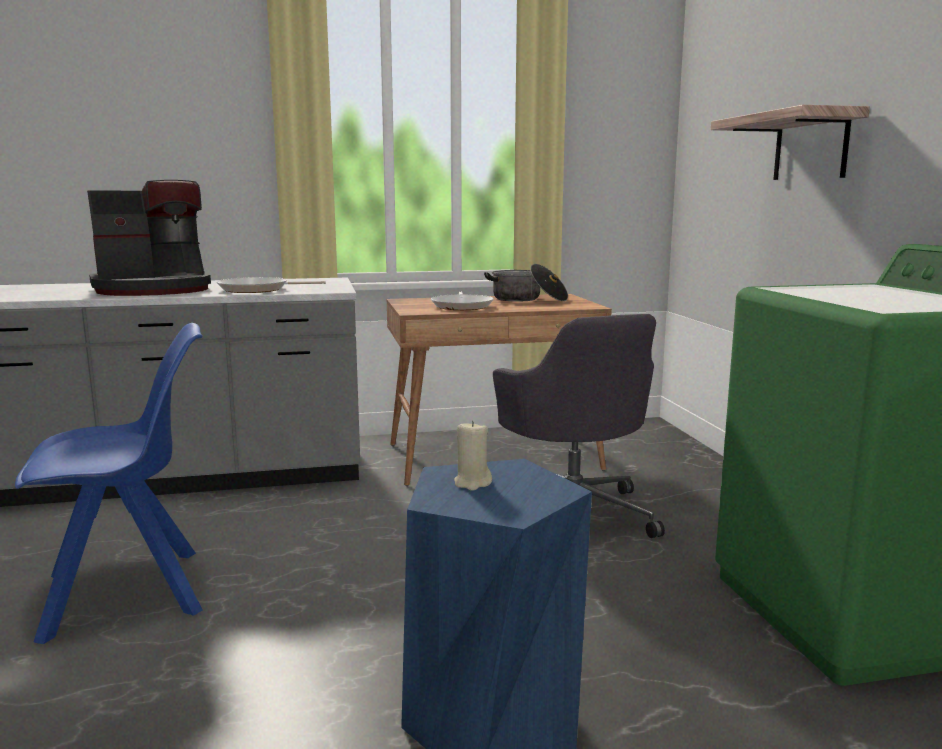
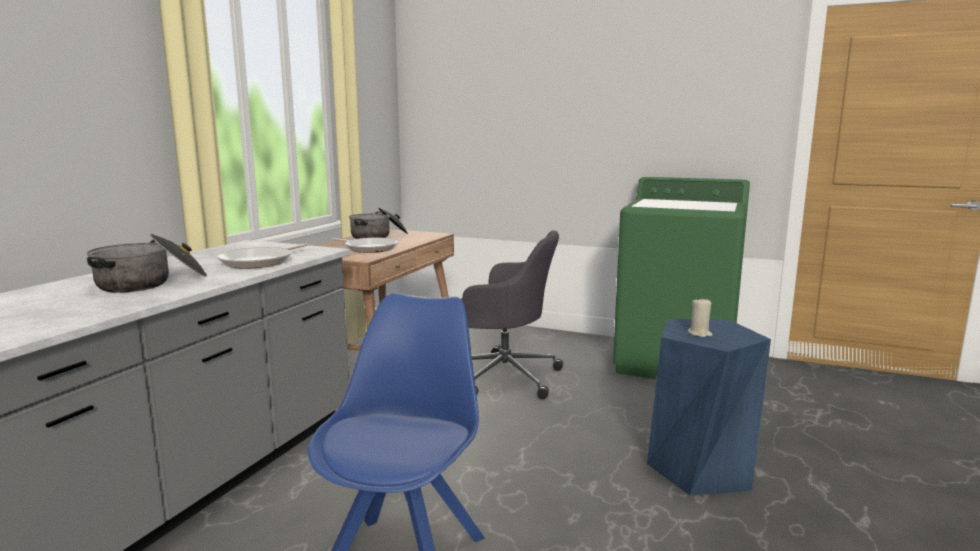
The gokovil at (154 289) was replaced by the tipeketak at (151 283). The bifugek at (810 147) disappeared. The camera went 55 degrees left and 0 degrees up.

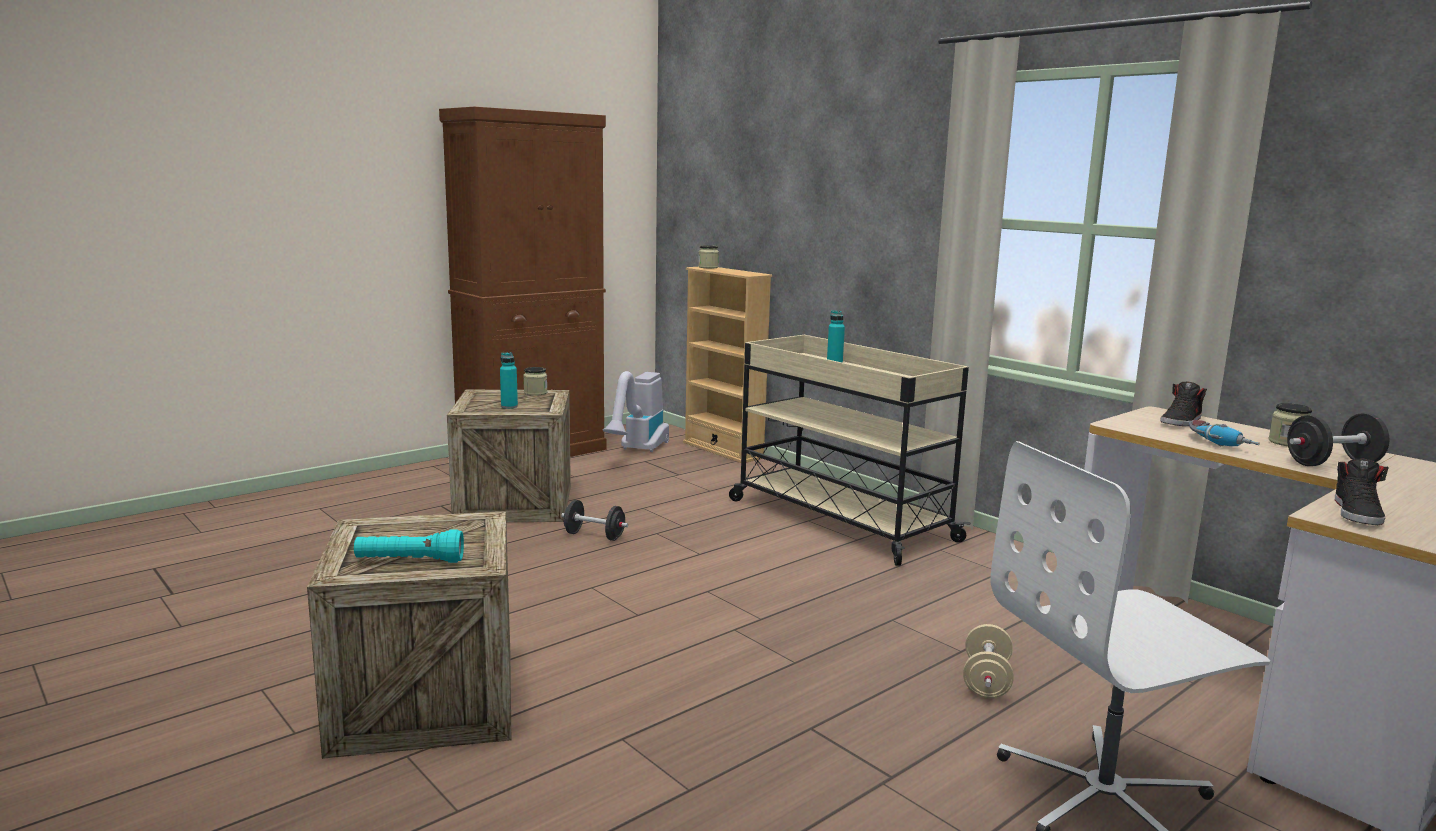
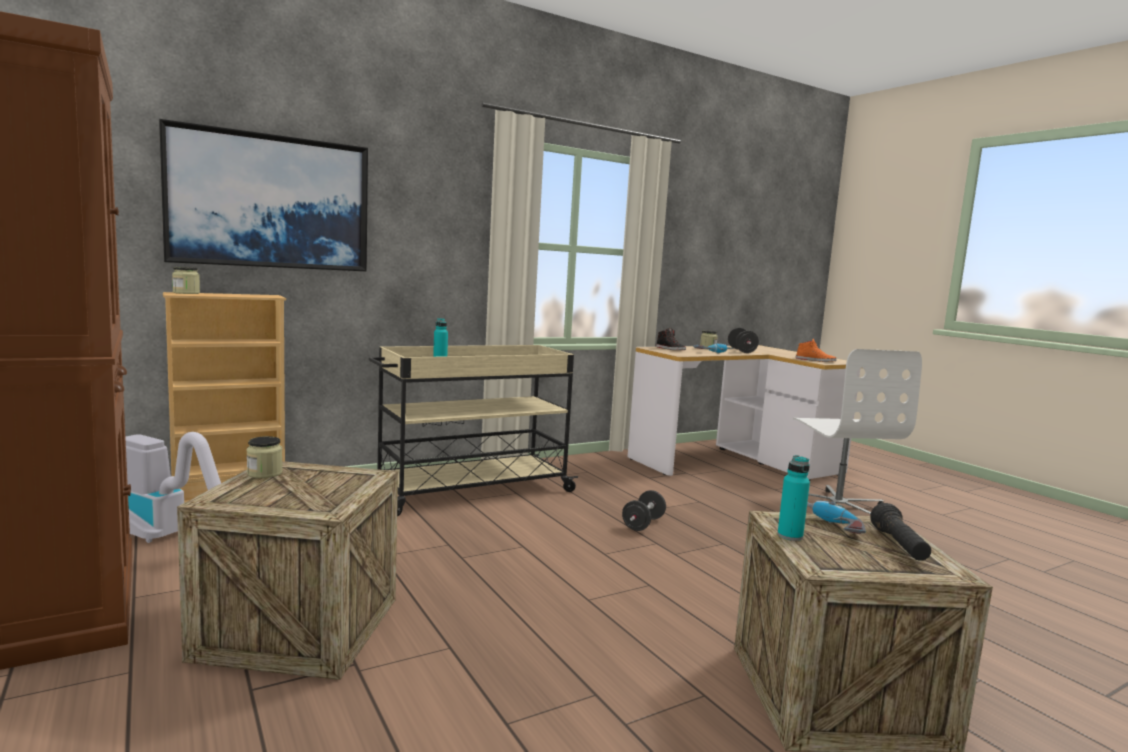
The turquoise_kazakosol at (410 561) became the black_kazakosol at (899 546). The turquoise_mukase moved from (509 406) to (790 536). The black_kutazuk moved from (594 536) to (643 524). The beige_kutazuk at (986 681) disappeared. The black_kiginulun at (1357 513) became the orange_kiginulun at (815 360). The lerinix at (270 202) appeared. The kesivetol at (830 526) appeared. The camera went 80 degrees left and 5 degrees down.

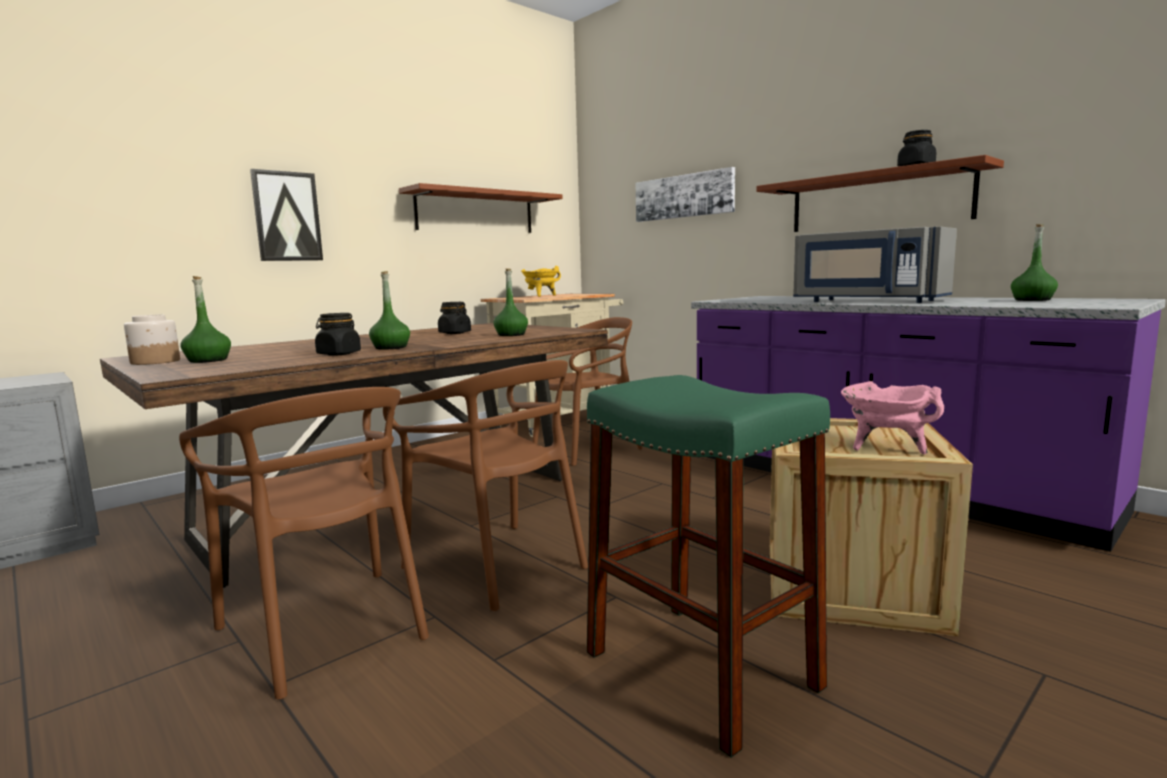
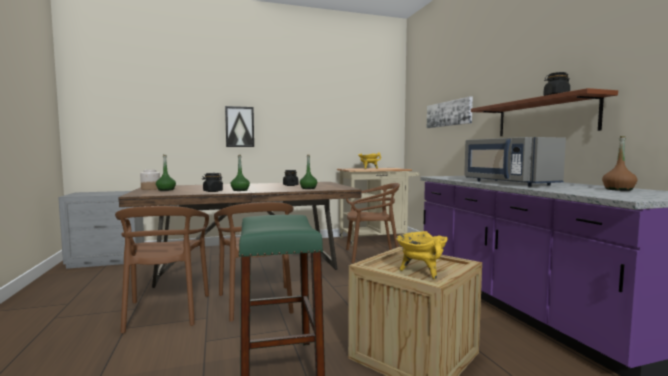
The brown_bifugek at (475 212) disappeared. The pink_tipeketak at (885 447) became the yellow_tipeketak at (421 272). The green_mukase at (1032 300) became the brown_mukase at (618 189). The camera went 25 degrees right and 5 degrees down.

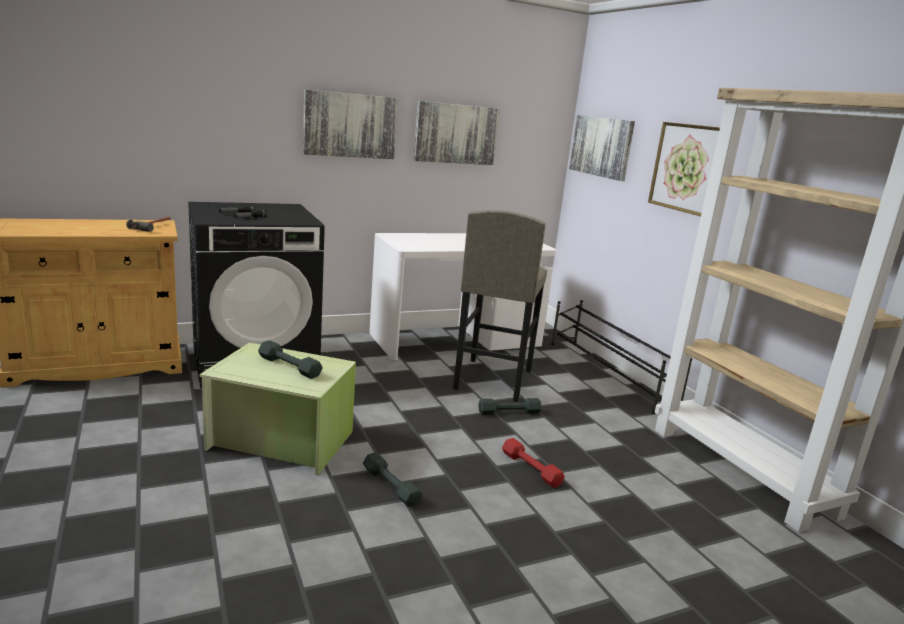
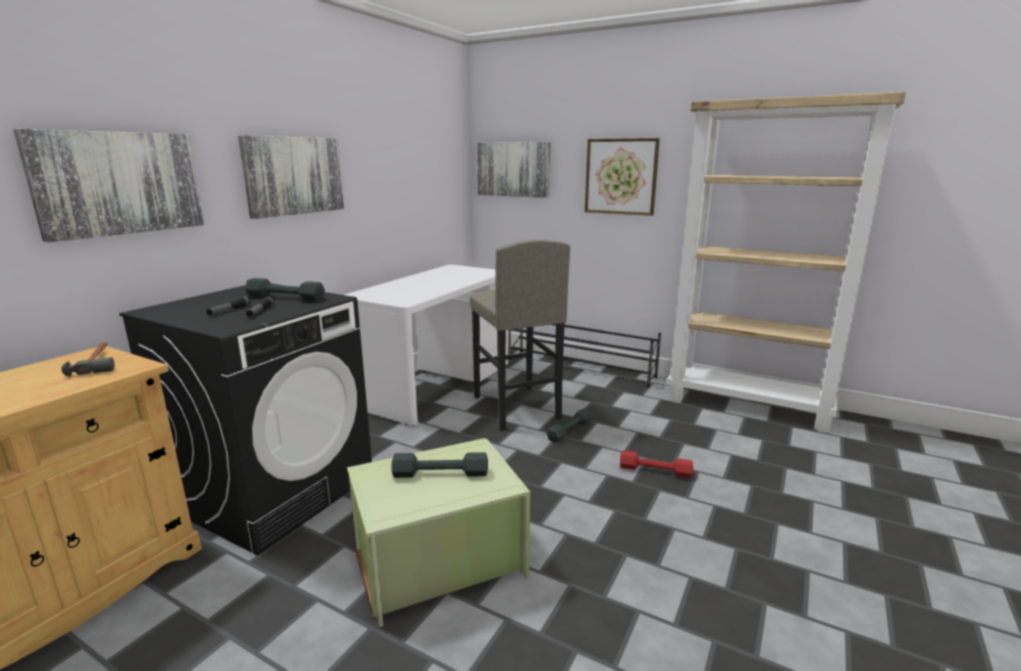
The grey_kutazuk moved from (391 486) to (286 297). The lerinix moved from (455 133) to (119 183). The camera went 35 degrees left and 0 degrees up.

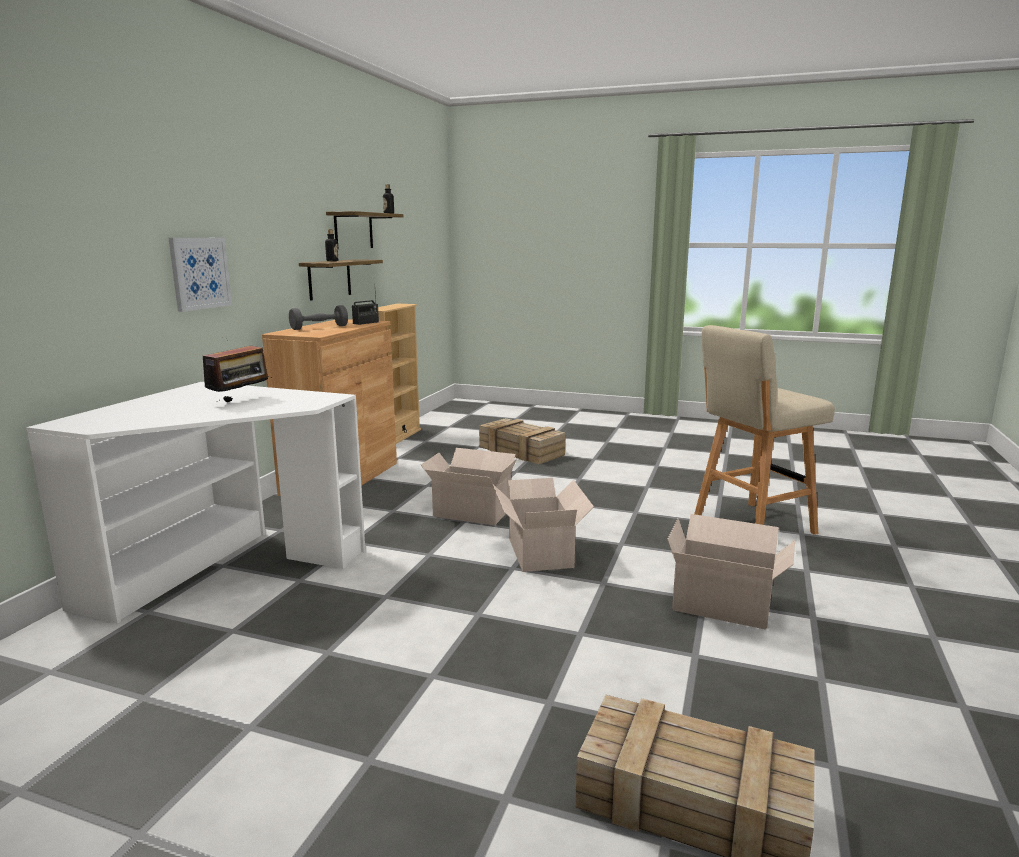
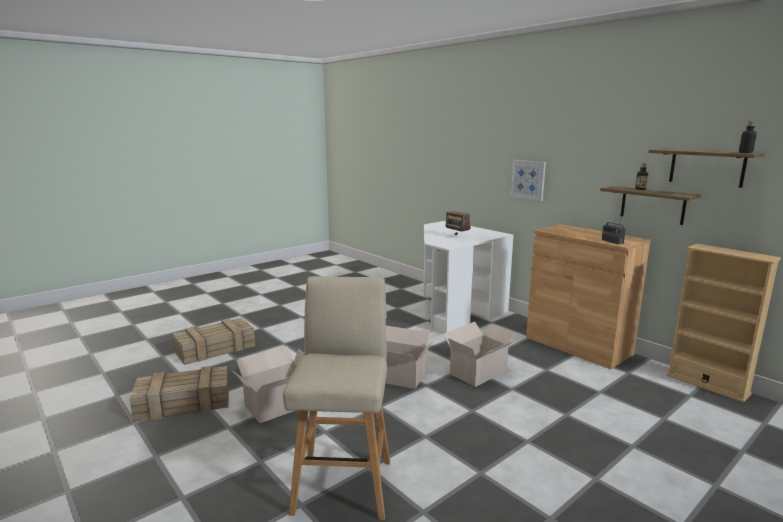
The grey_kutazuk at (319 327) disappeared. The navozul moved from (522 451) to (182 403). The camera went 120 degrees right and 0 degrees up.

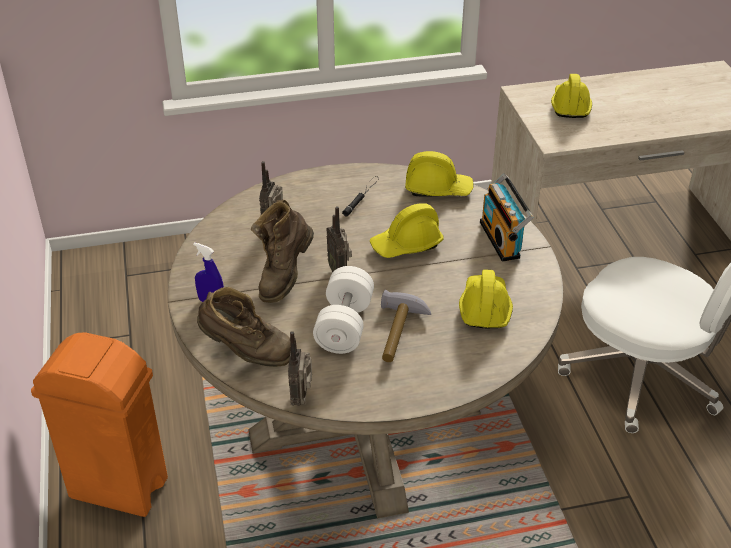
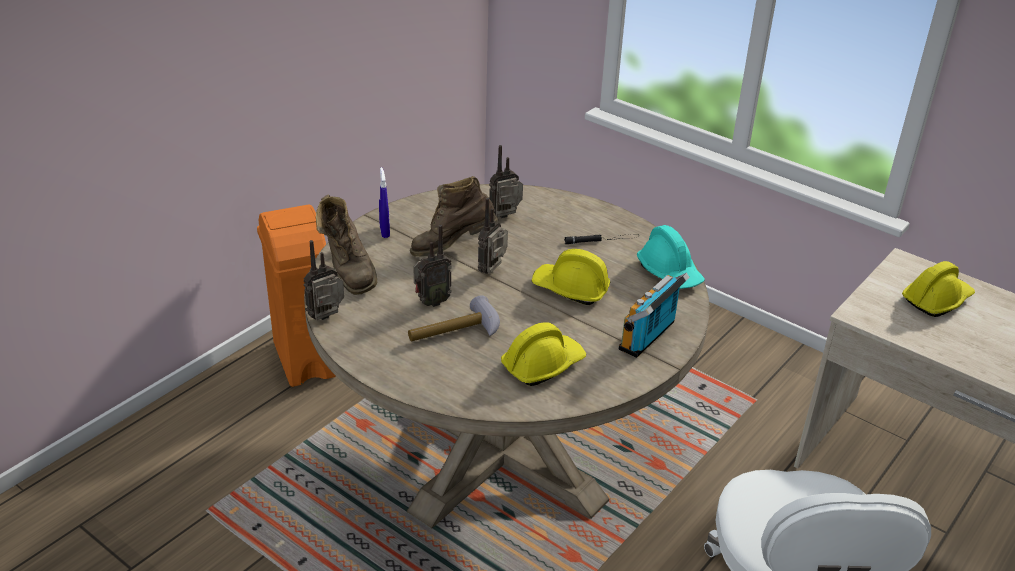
The white_kutazuk at (344 326) was replaced by the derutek at (431 302). The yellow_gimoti at (438 189) became the turquoise_gimoti at (669 273). The camera went 50 degrees right and 5 degrees down.

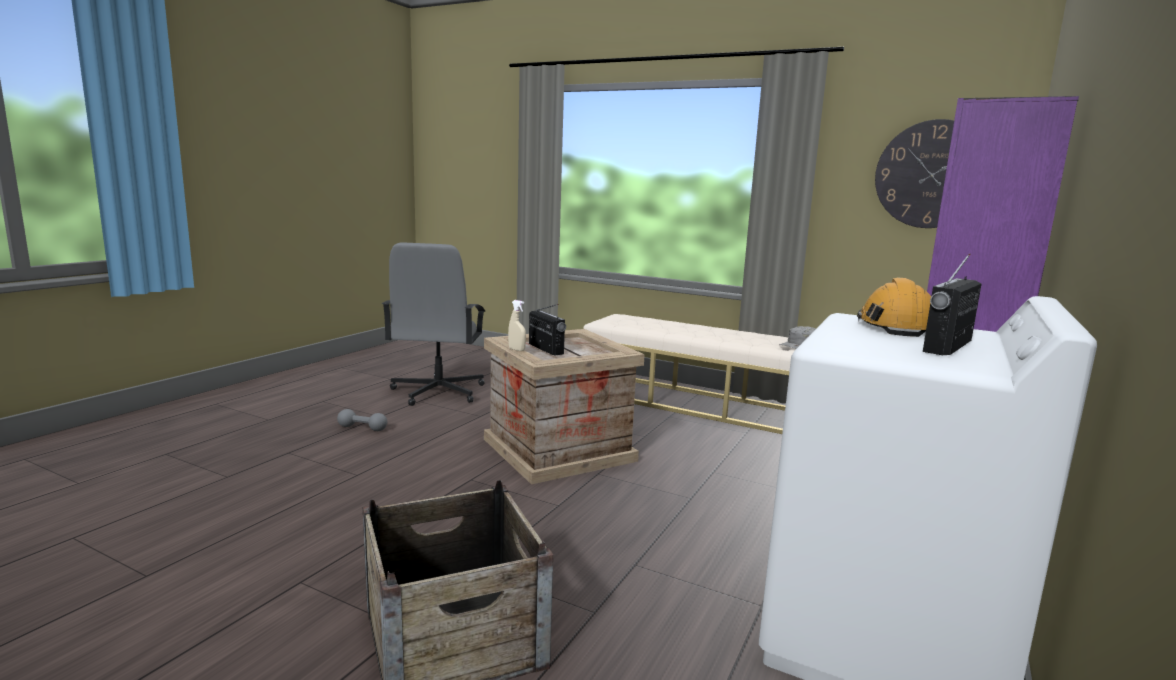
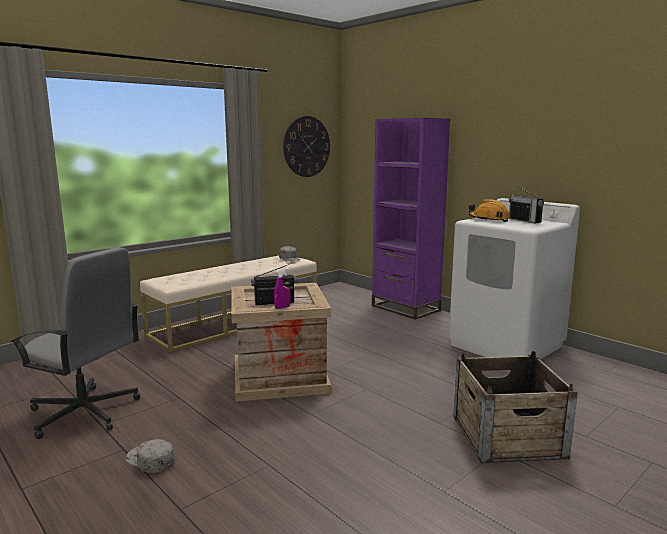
The grey_kutazuk at (362 428) was replaced by the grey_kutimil at (150 460). The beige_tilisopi at (516 350) became the purple_tilisopi at (282 307). The camera went 70 degrees left and 0 degrees up.

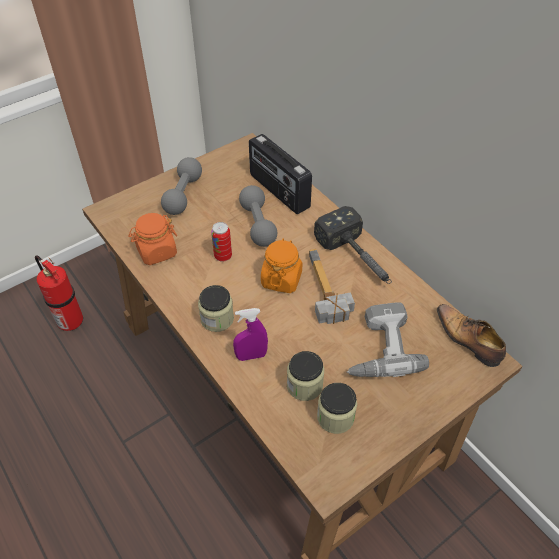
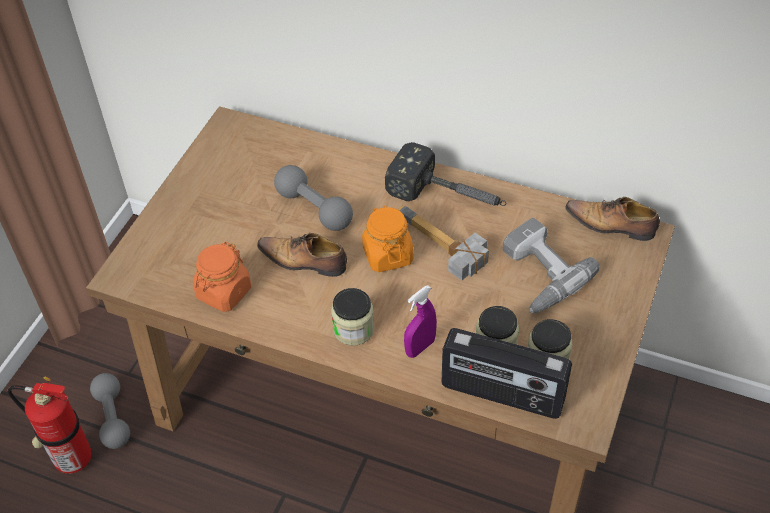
The grey_kutazuk moved from (183 195) to (113 418). The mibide at (223 256) was replaced by the kiginulun at (304 261). The derutek moved from (278 191) to (502 394). The camera went 30 degrees left and 0 degrees up.

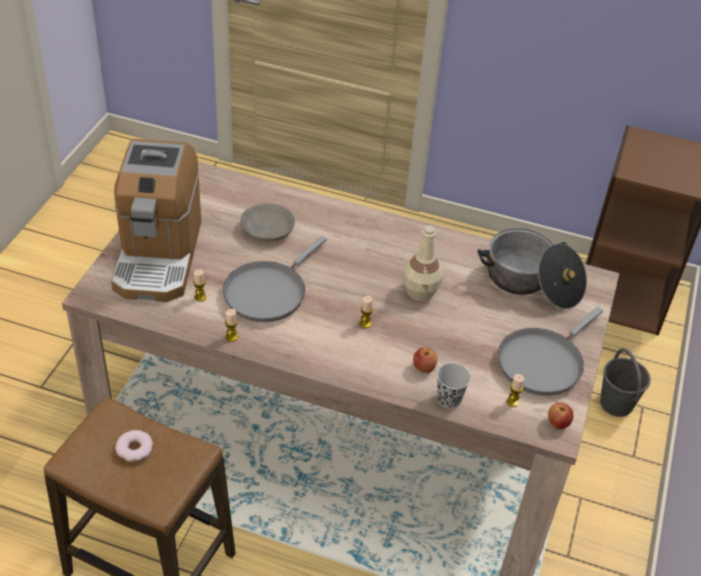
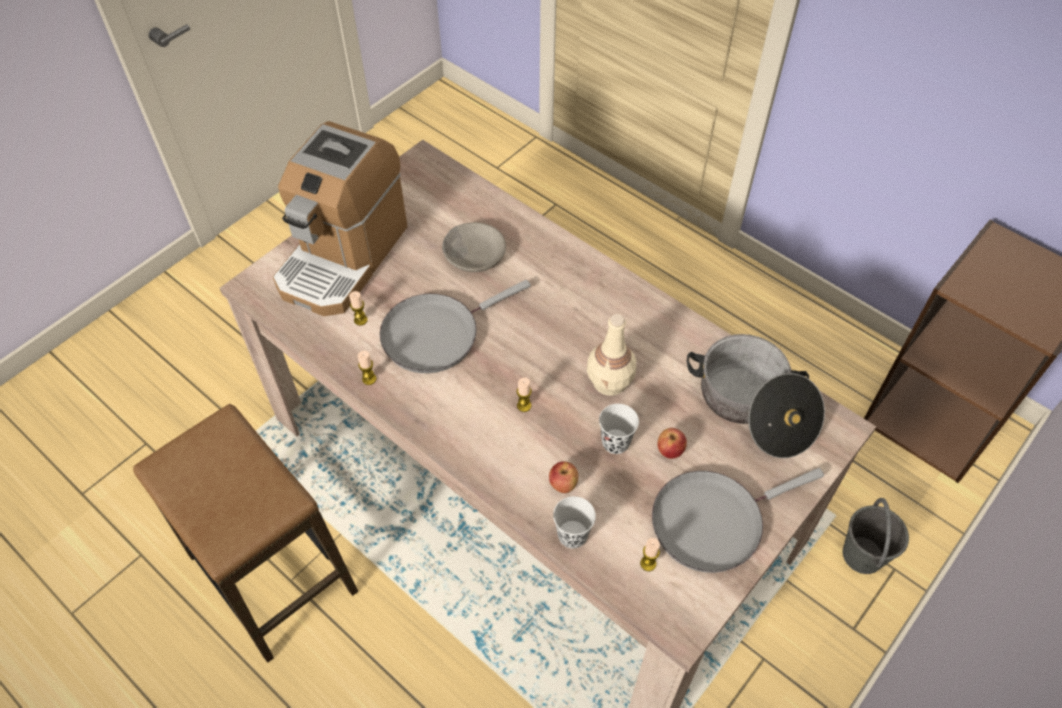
The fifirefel at (135 448) disappeared. The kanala moved from (558 423) to (670 450). The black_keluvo at (615 442) appeared. The camera went 25 degrees right and 10 degrees up.

